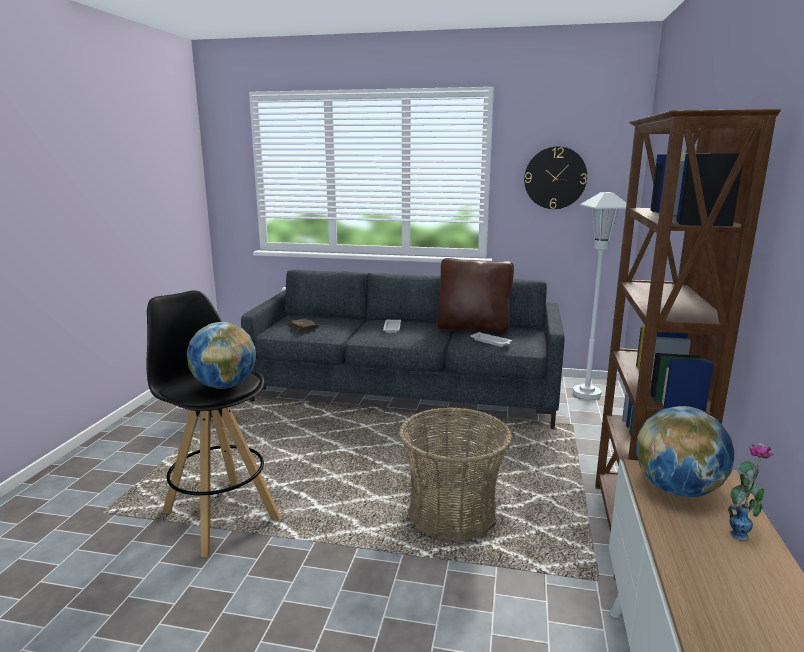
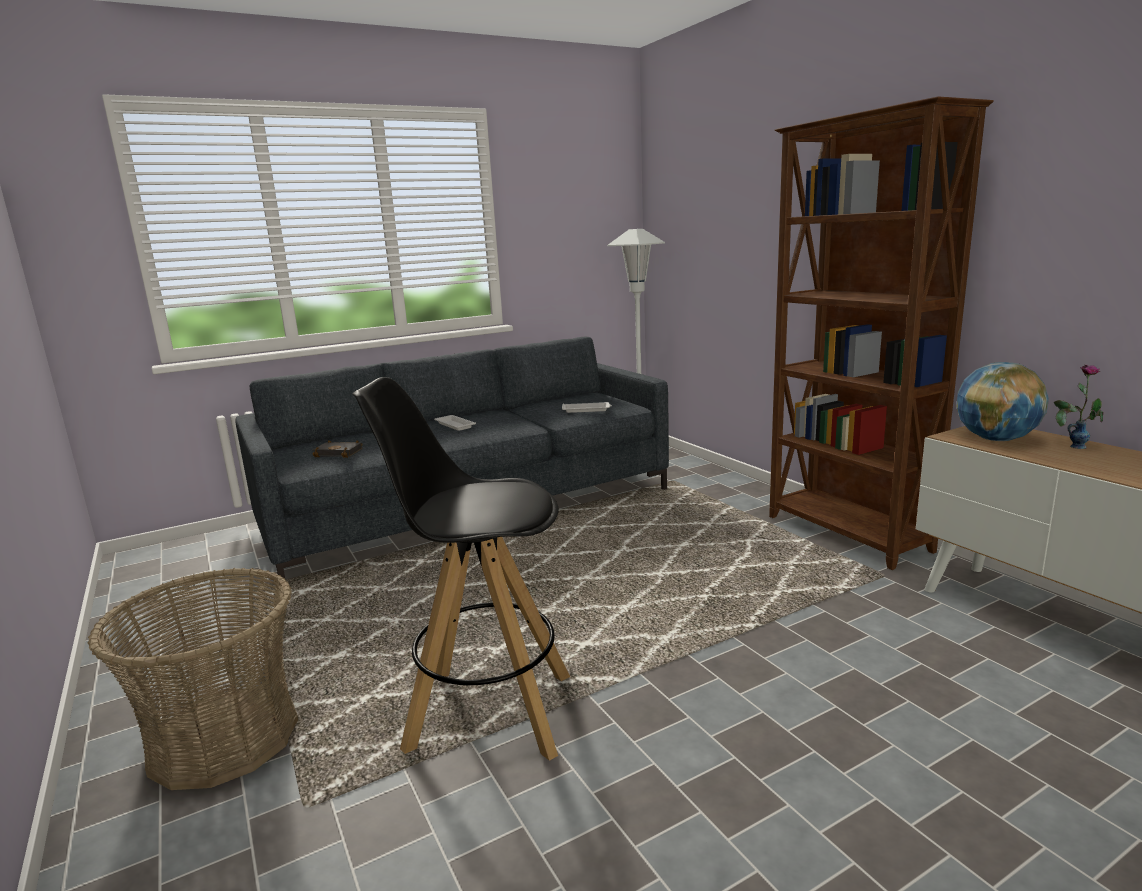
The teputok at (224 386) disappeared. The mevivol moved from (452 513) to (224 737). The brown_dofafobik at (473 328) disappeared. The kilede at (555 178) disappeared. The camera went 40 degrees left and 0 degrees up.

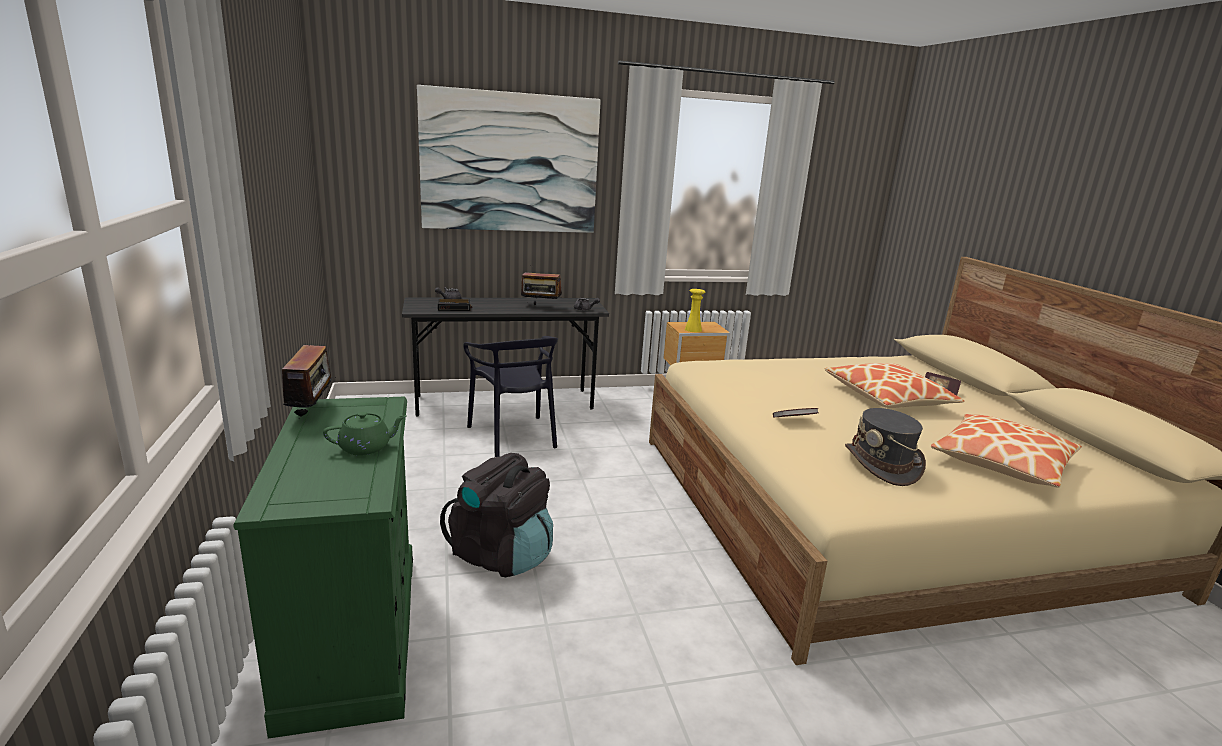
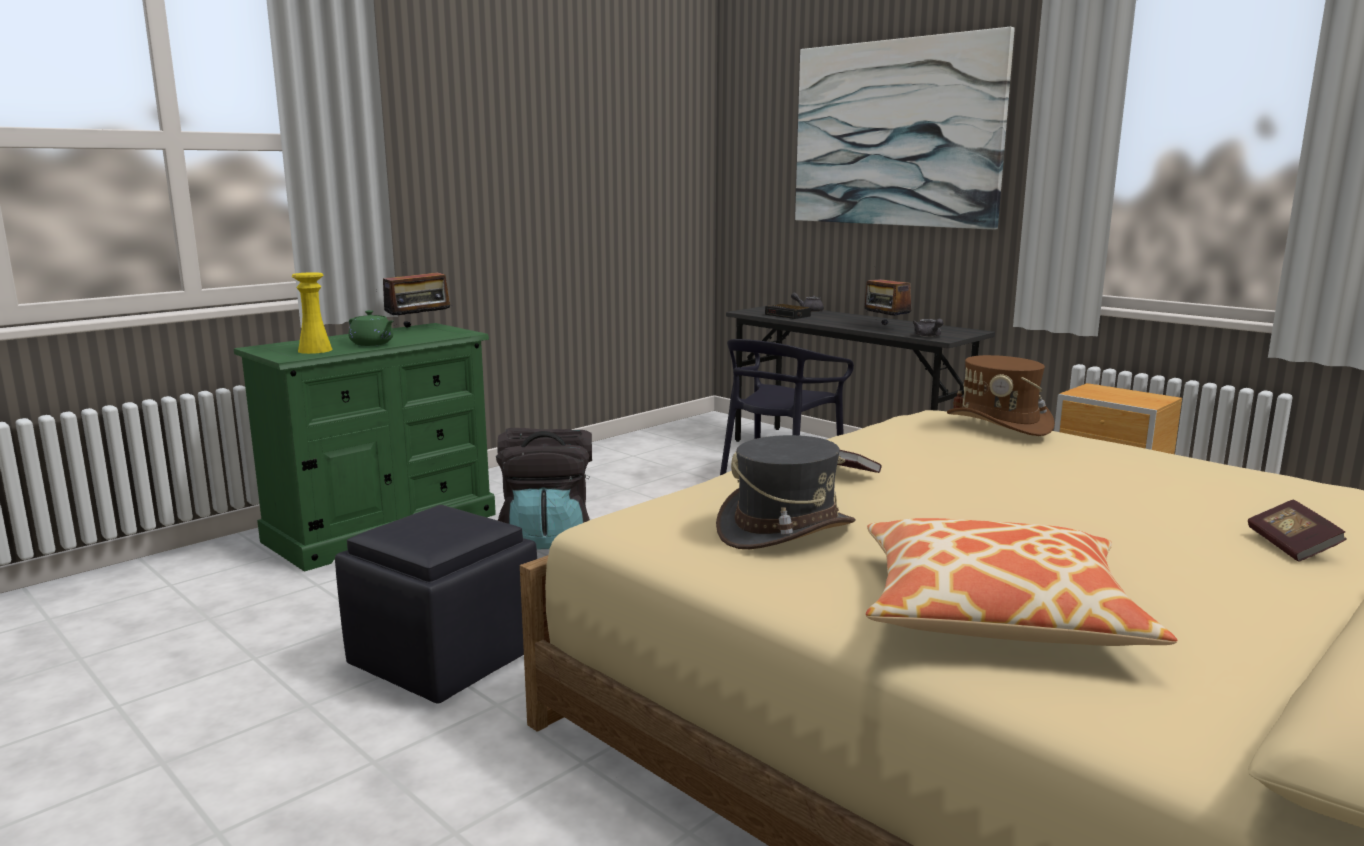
The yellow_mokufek moved from (693 329) to (315 350). The dofafobik at (888 398) disappeared. The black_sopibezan at (444 657) appeared. The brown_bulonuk at (999 423) appeared. The camera went 60 degrees right and 5 degrees down.

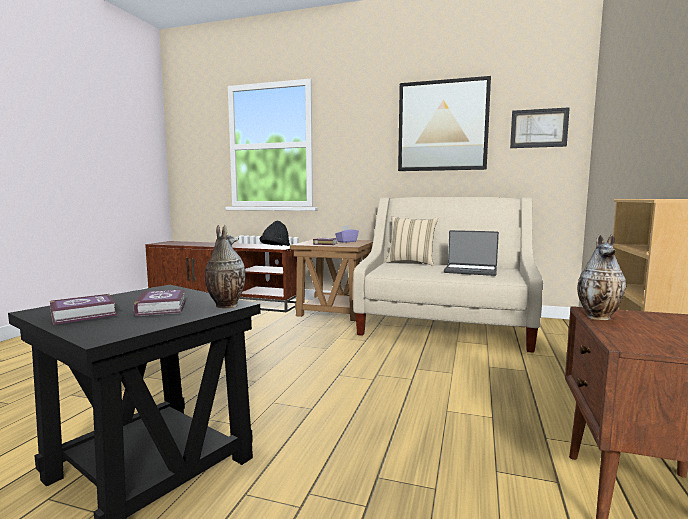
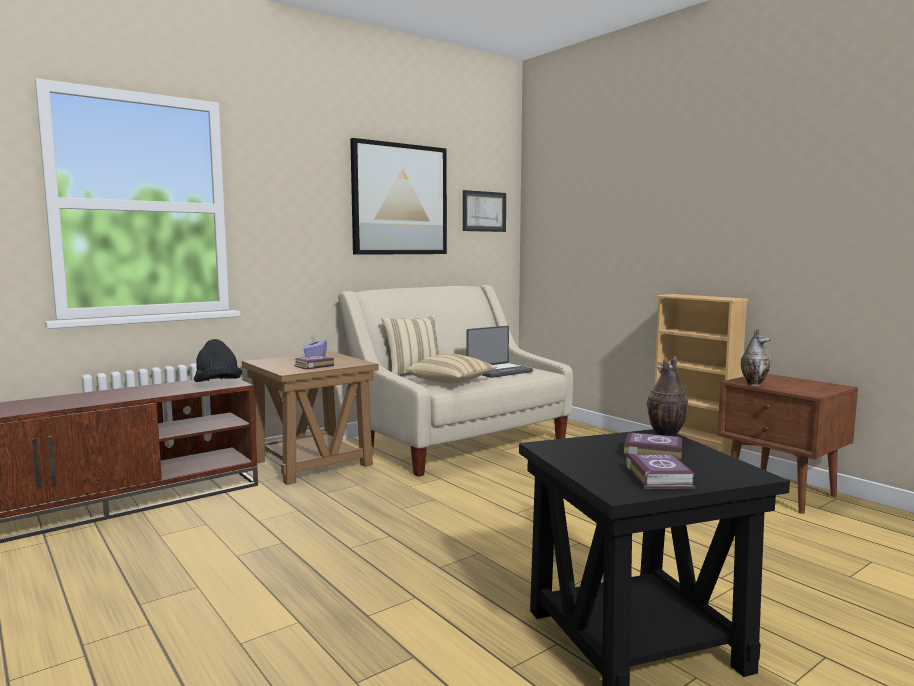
The beige_dofafobik at (452 382) appeared. The camera went 55 degrees left and 0 degrees up.

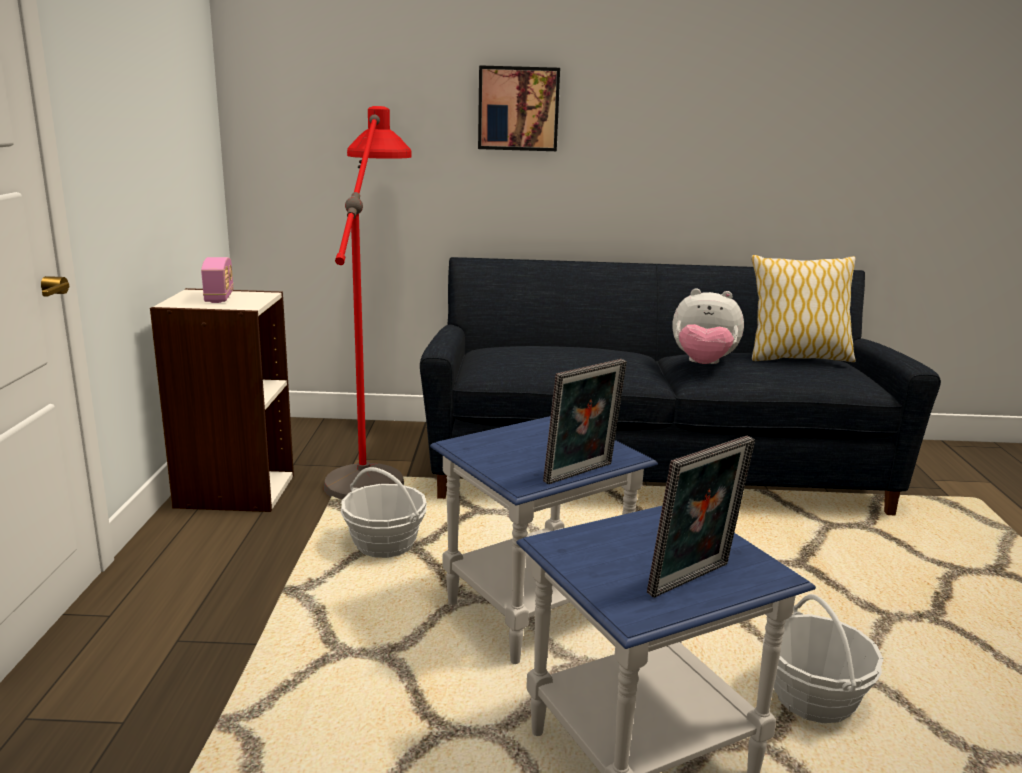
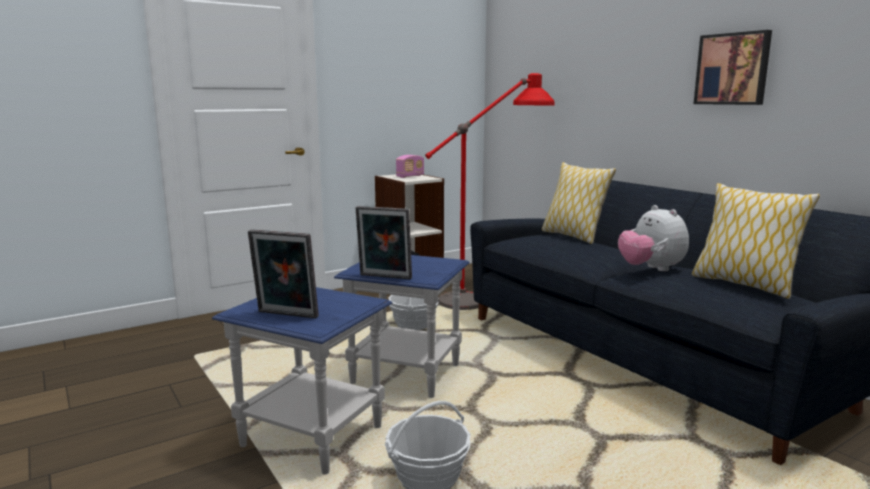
The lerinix moved from (518 108) to (733 69). The dofafobik at (573 236) appeared. The camera went 55 degrees right and 5 degrees down.

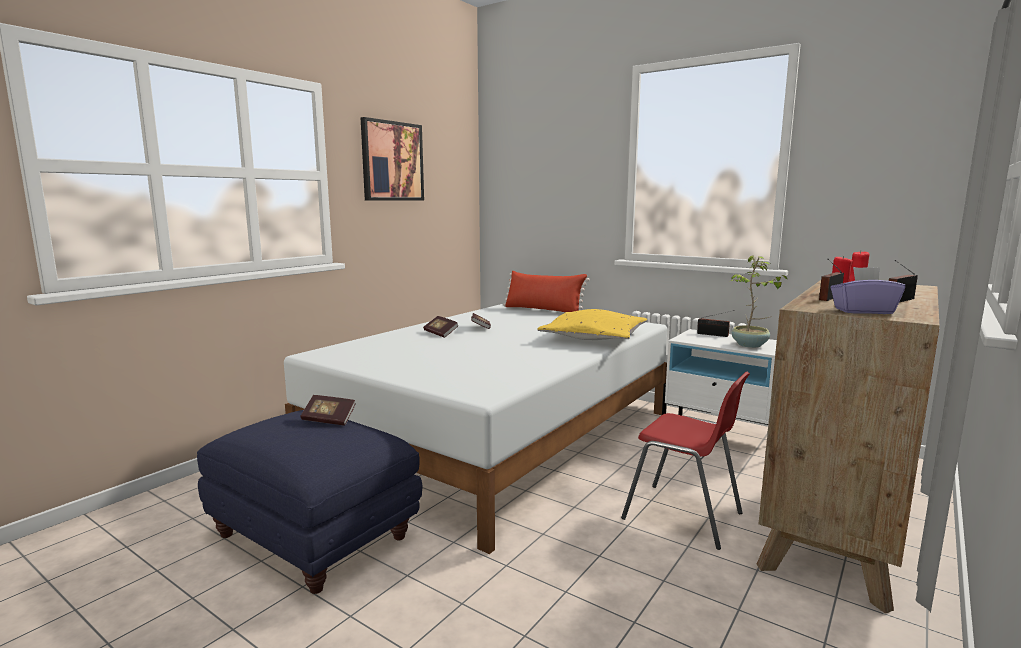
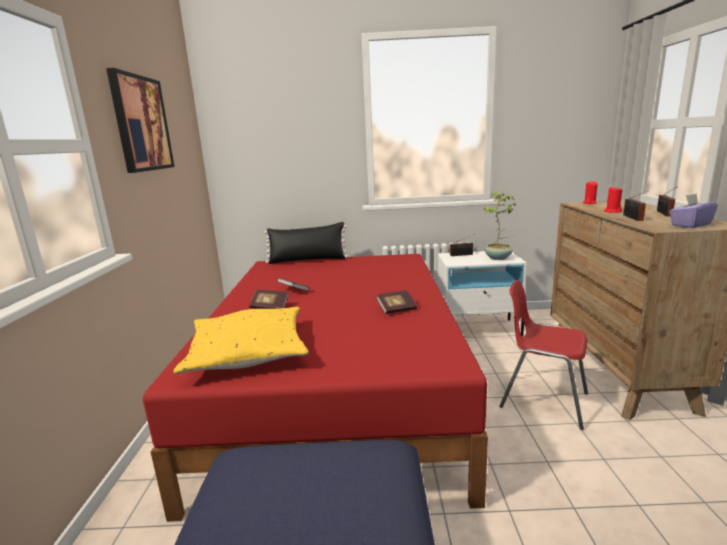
The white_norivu at (498 437) became the red_norivu at (338 388). The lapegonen moved from (329 420) to (396 309). The red_dofafobik at (543 310) became the black_dofafobik at (307 260). The yellow_dofafobik moved from (593 337) to (248 351). The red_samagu at (683 516) turned 150 degrees counterclockwise. The camera went 35 degrees left and 5 degrees up.

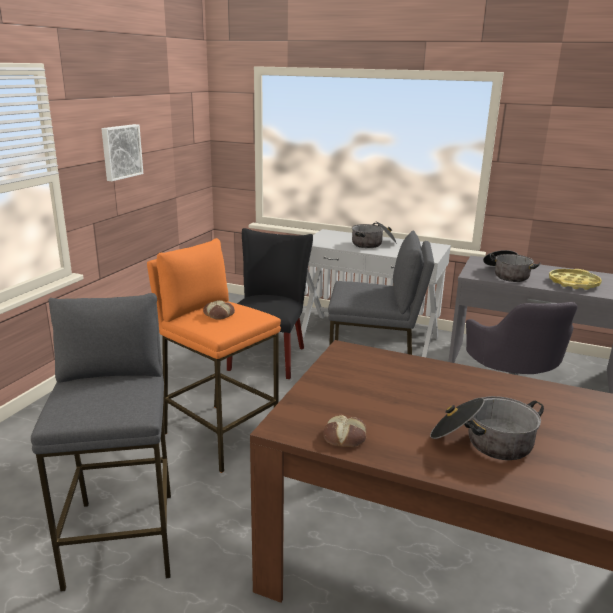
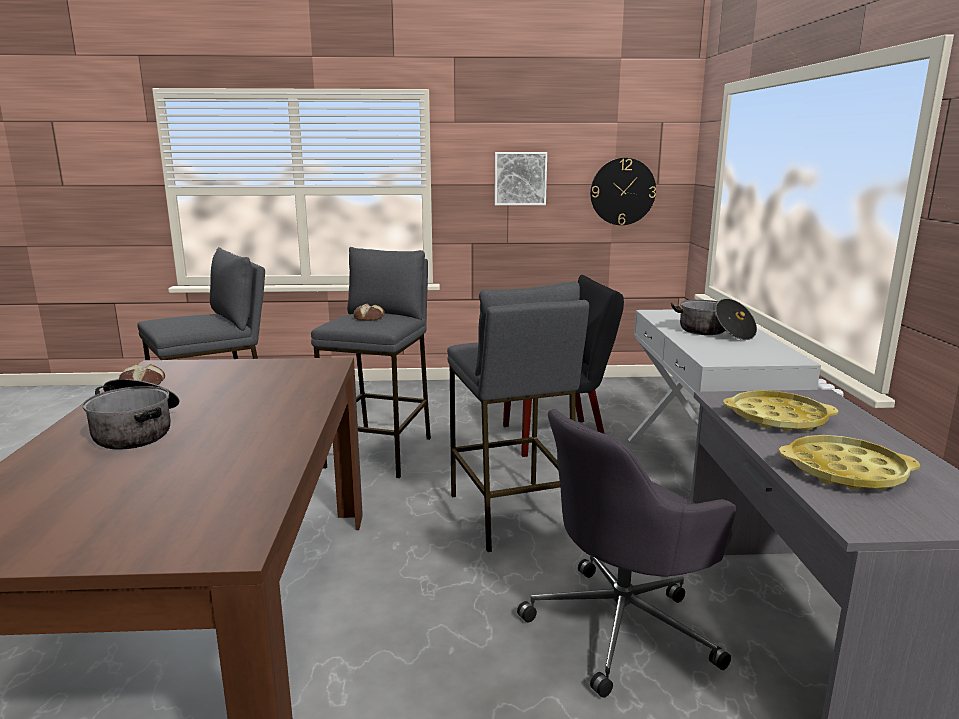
The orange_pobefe at (219 435) became the grey_pobefe at (381 452). The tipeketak at (507 274) was replaced by the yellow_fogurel at (777 418). The kilede at (622 191) appeared. The camera went 65 degrees right and 5 degrees down.

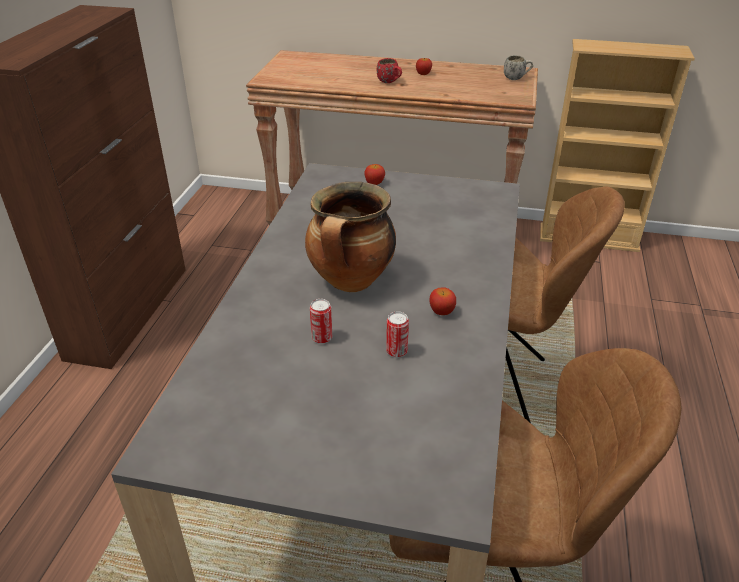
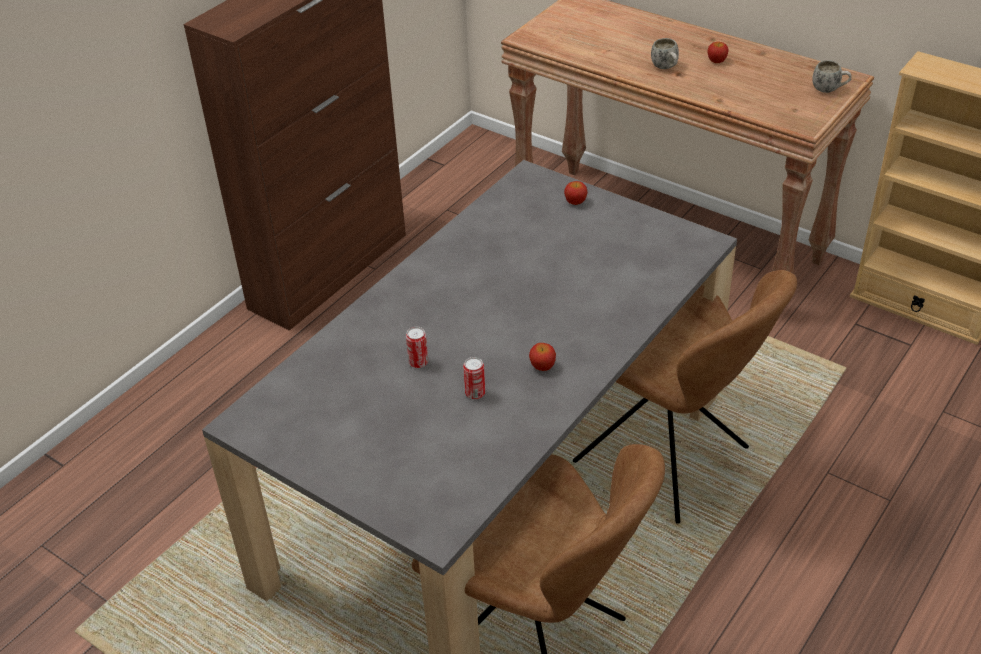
The tipeketak at (351 282) disappeared. The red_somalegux at (390 82) became the white_somalegux at (666 68). The camera went 25 degrees right and 5 degrees up.

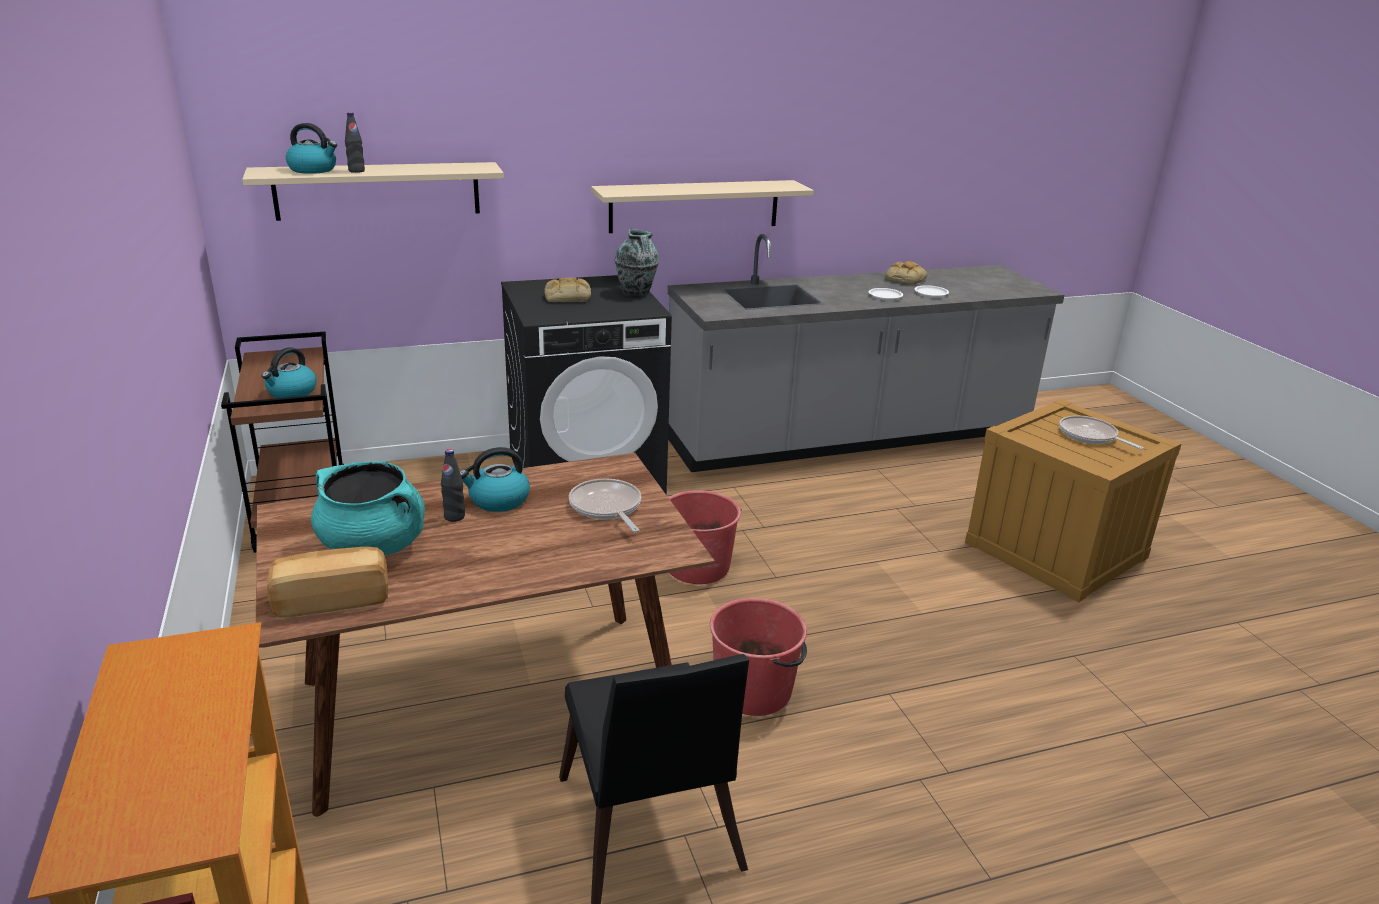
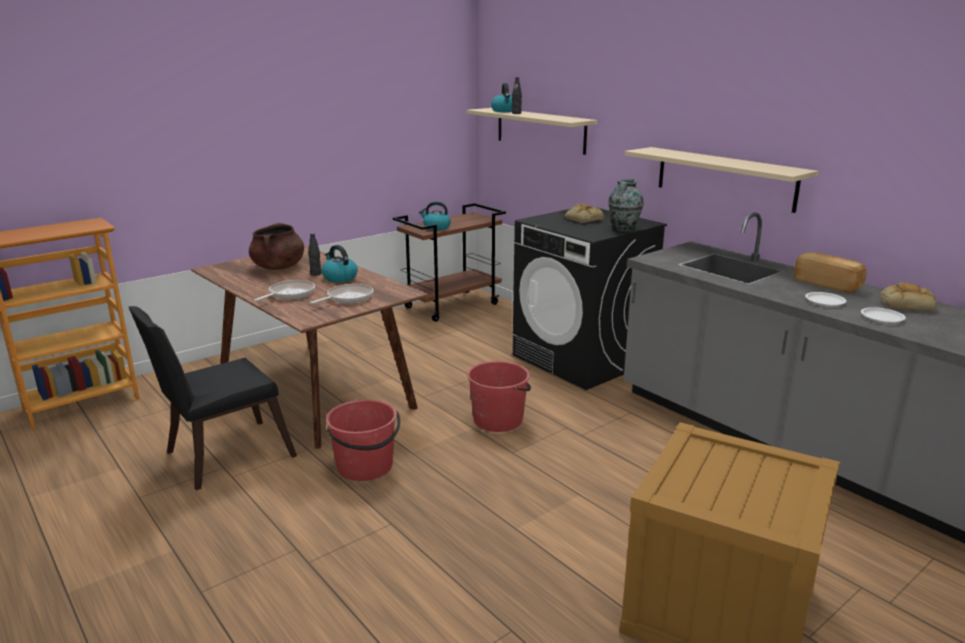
The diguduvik moved from (332 599) to (827 284). The turquoise_tipeketak at (374 545) became the brown_tipeketak at (278 267). The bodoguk moved from (1090 436) to (289 294). The camera went 70 degrees right and 5 degrees down.

